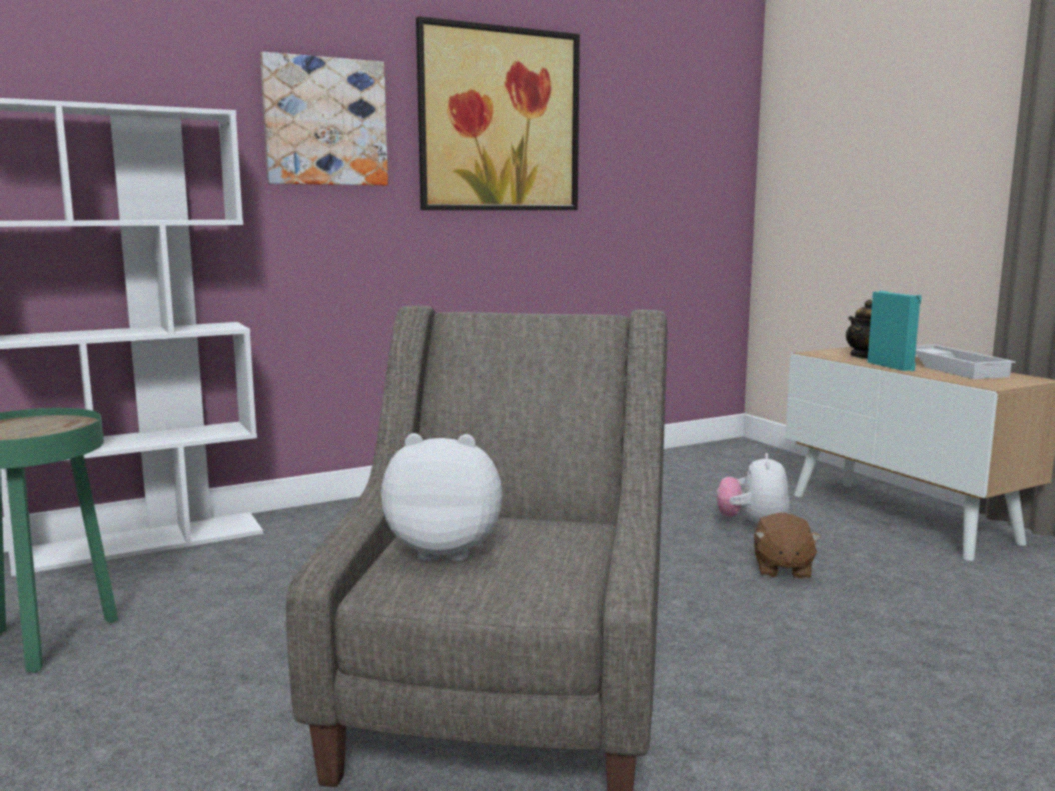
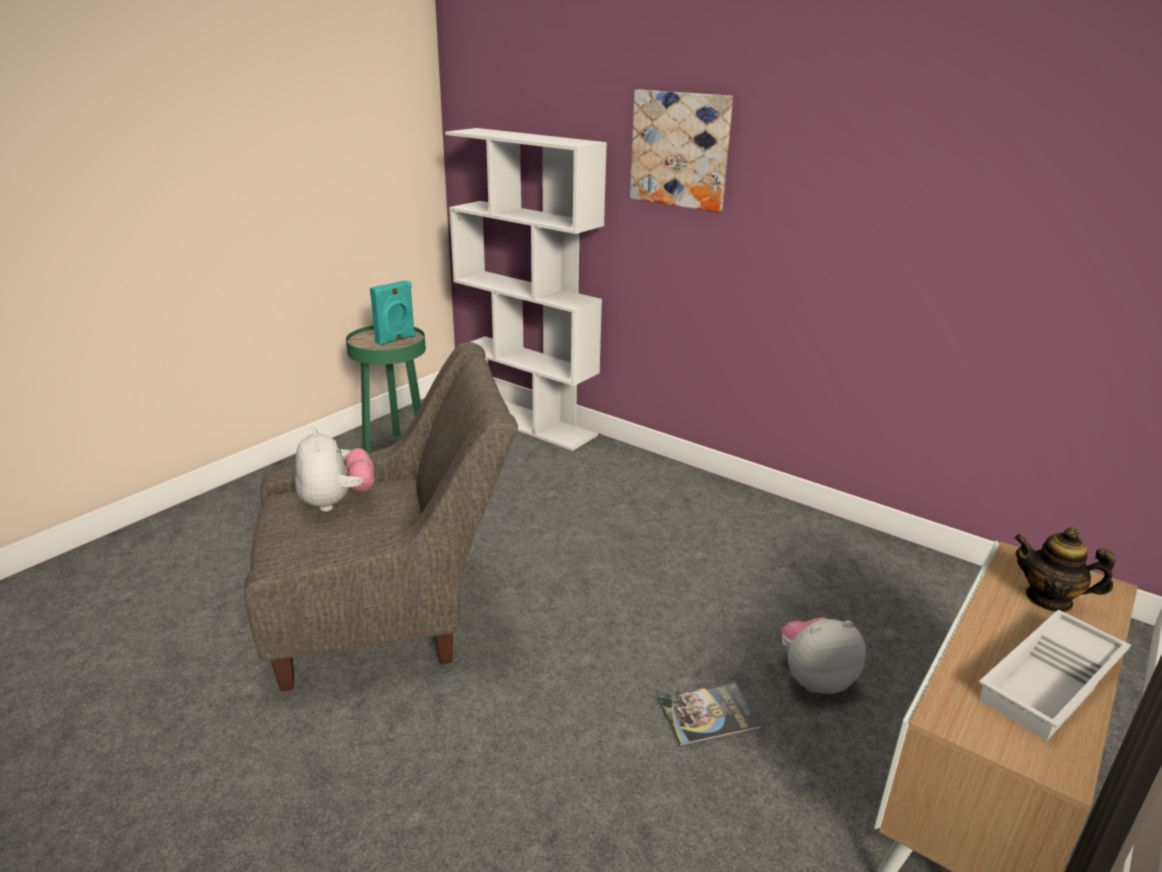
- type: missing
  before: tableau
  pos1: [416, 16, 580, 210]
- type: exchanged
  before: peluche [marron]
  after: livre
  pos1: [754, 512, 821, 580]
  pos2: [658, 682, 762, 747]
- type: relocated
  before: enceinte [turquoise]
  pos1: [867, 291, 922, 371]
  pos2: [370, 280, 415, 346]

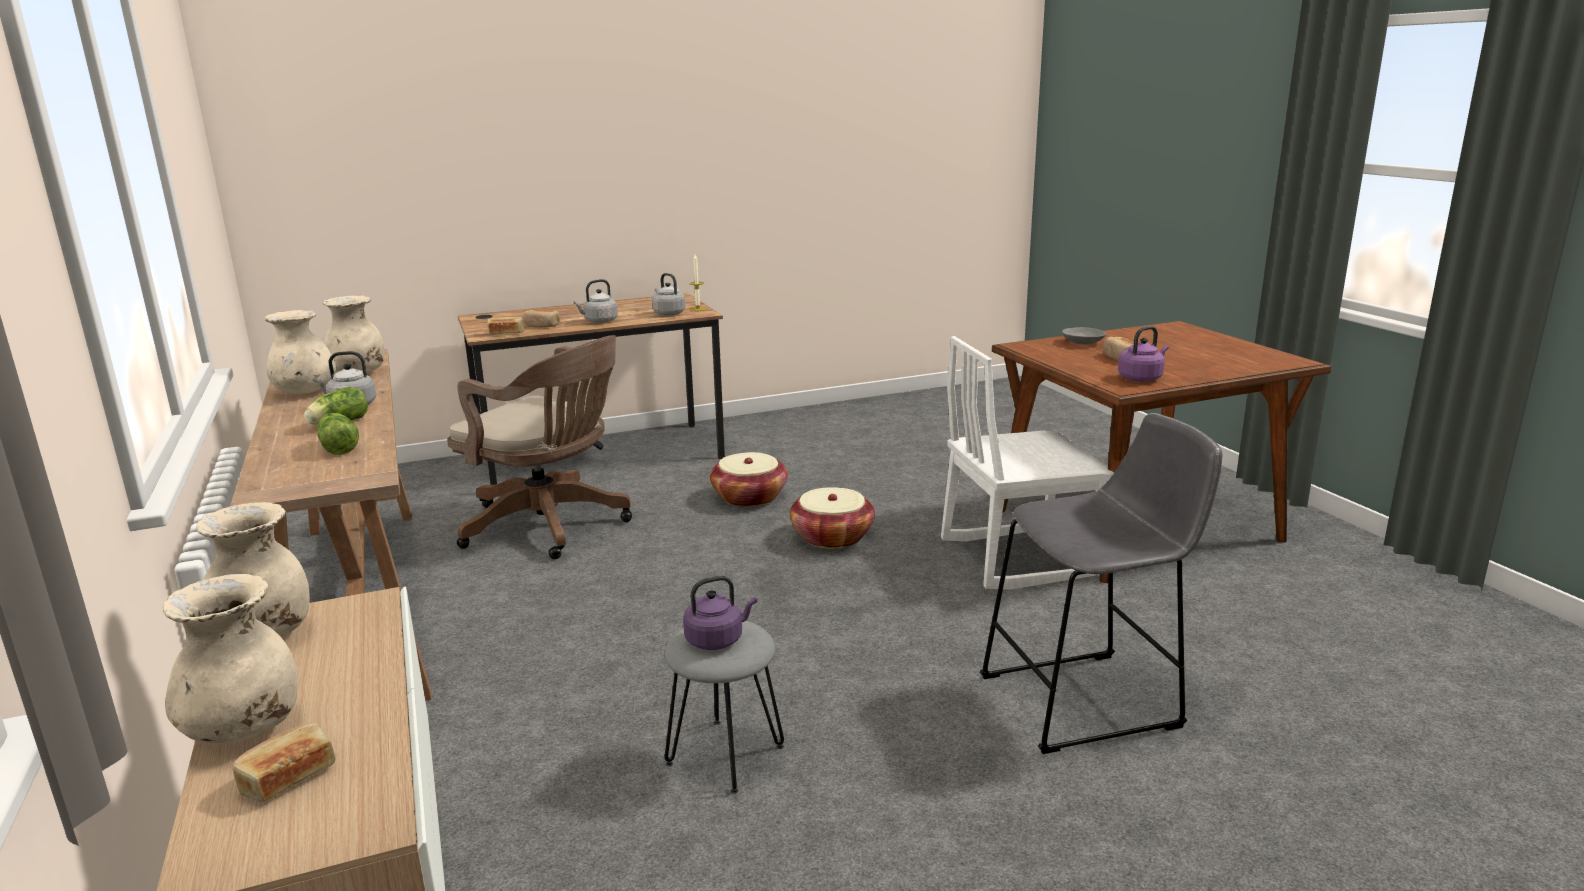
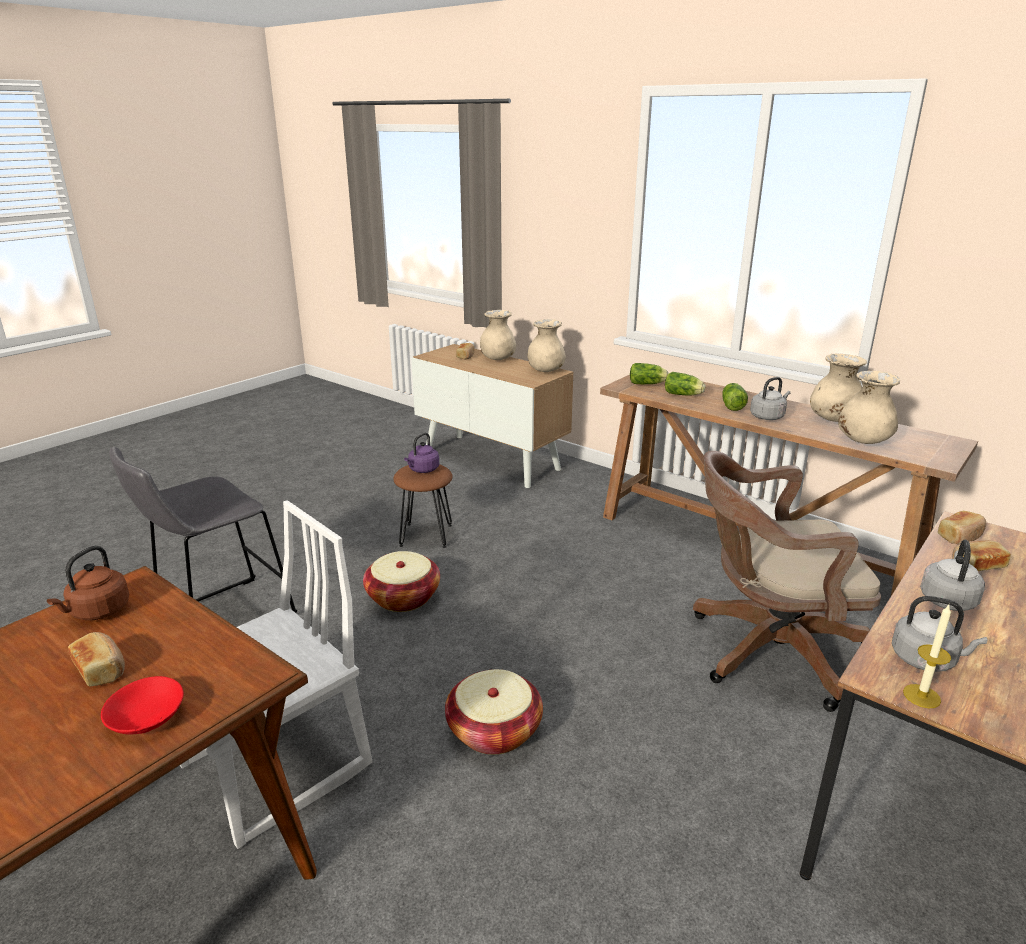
- type: colour
  before: tabouret [gris]
  after: tabouret [marron]
  pos1: [664, 621, 784, 794]
  pos2: [393, 464, 453, 548]
- type: relocated
  before: panier
  pos1: [710, 452, 788, 507]
  pos2: [363, 551, 440, 612]
- type: colour
  before: bol [gris]
  after: bol [rouge]
  pos1: [1062, 327, 1106, 344]
  pos2: [101, 676, 184, 734]
- type: colour
  before: bouilloire [violet]
  after: bouilloire [marron]
  pos1: [1118, 326, 1169, 382]
  pos2: [47, 546, 129, 620]
- type: appeared
  after: laitue
  pos2: [630, 363, 669, 384]

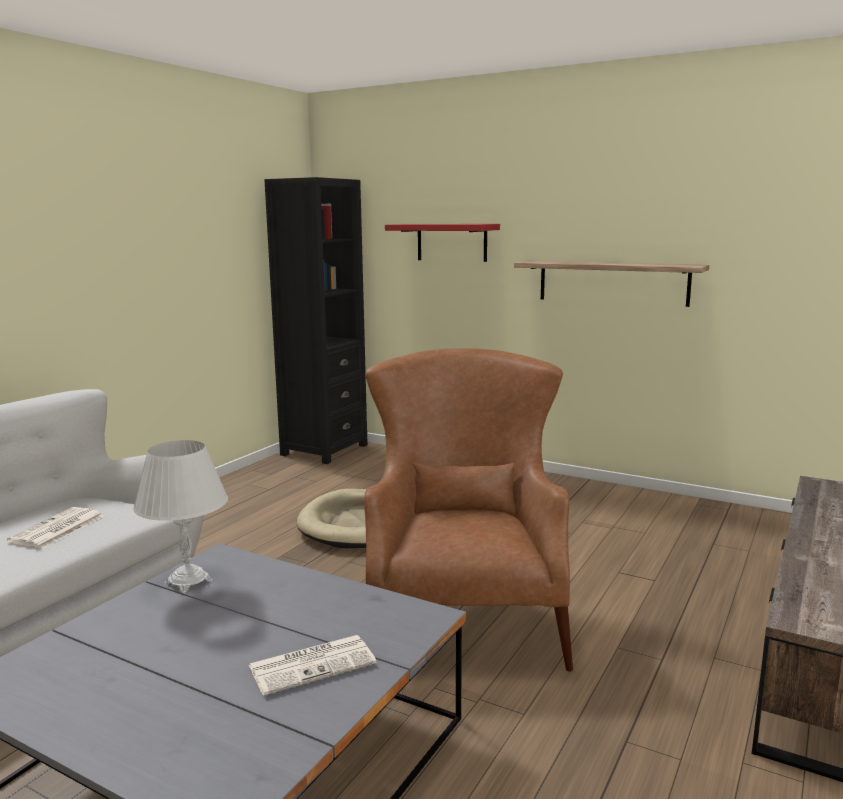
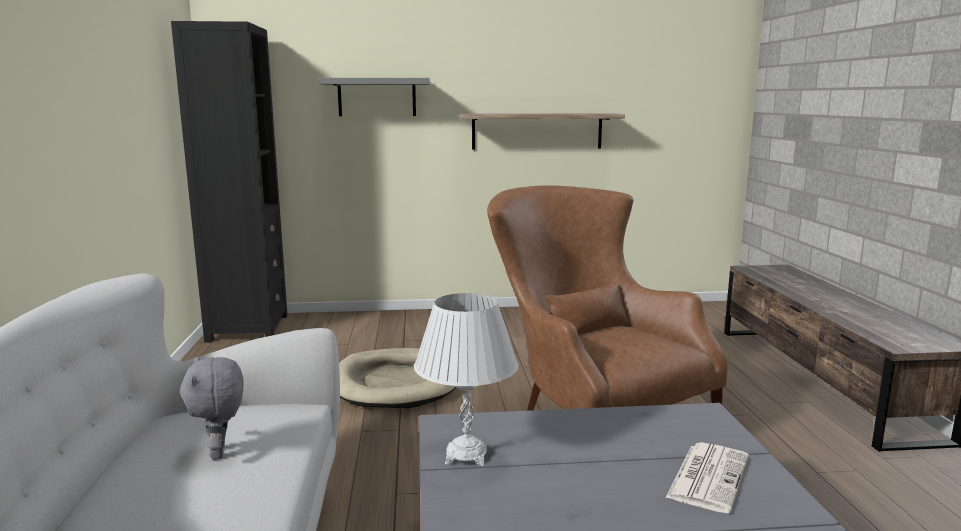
- type: exchanged
  before: journal
  after: peluche [gris]
  pos1: [7, 507, 104, 549]
  pos2: [180, 357, 244, 460]
- type: colour
  before: étagère [rouge]
  after: étagère [gris]
  pos1: [385, 224, 500, 262]
  pos2: [317, 78, 430, 116]

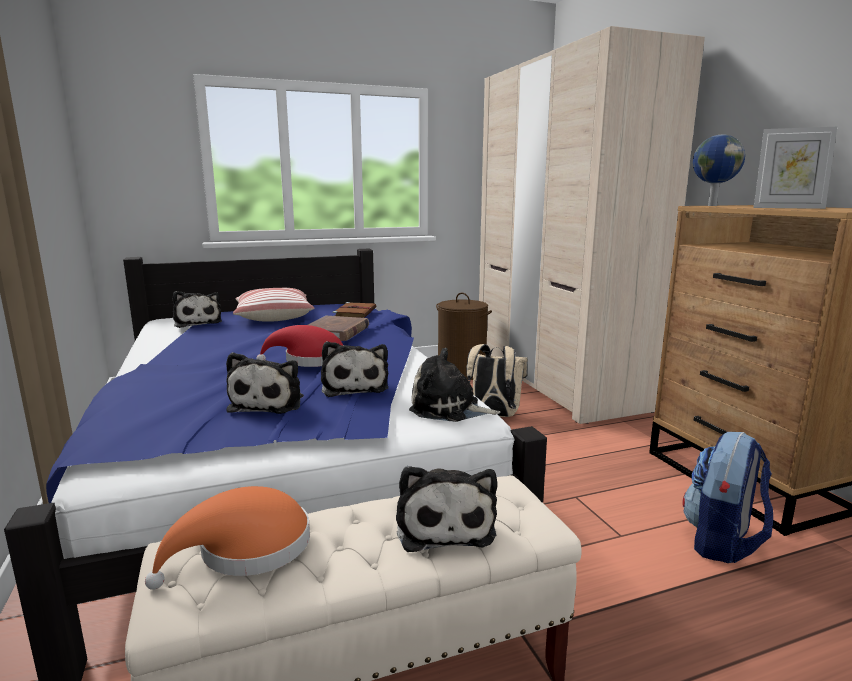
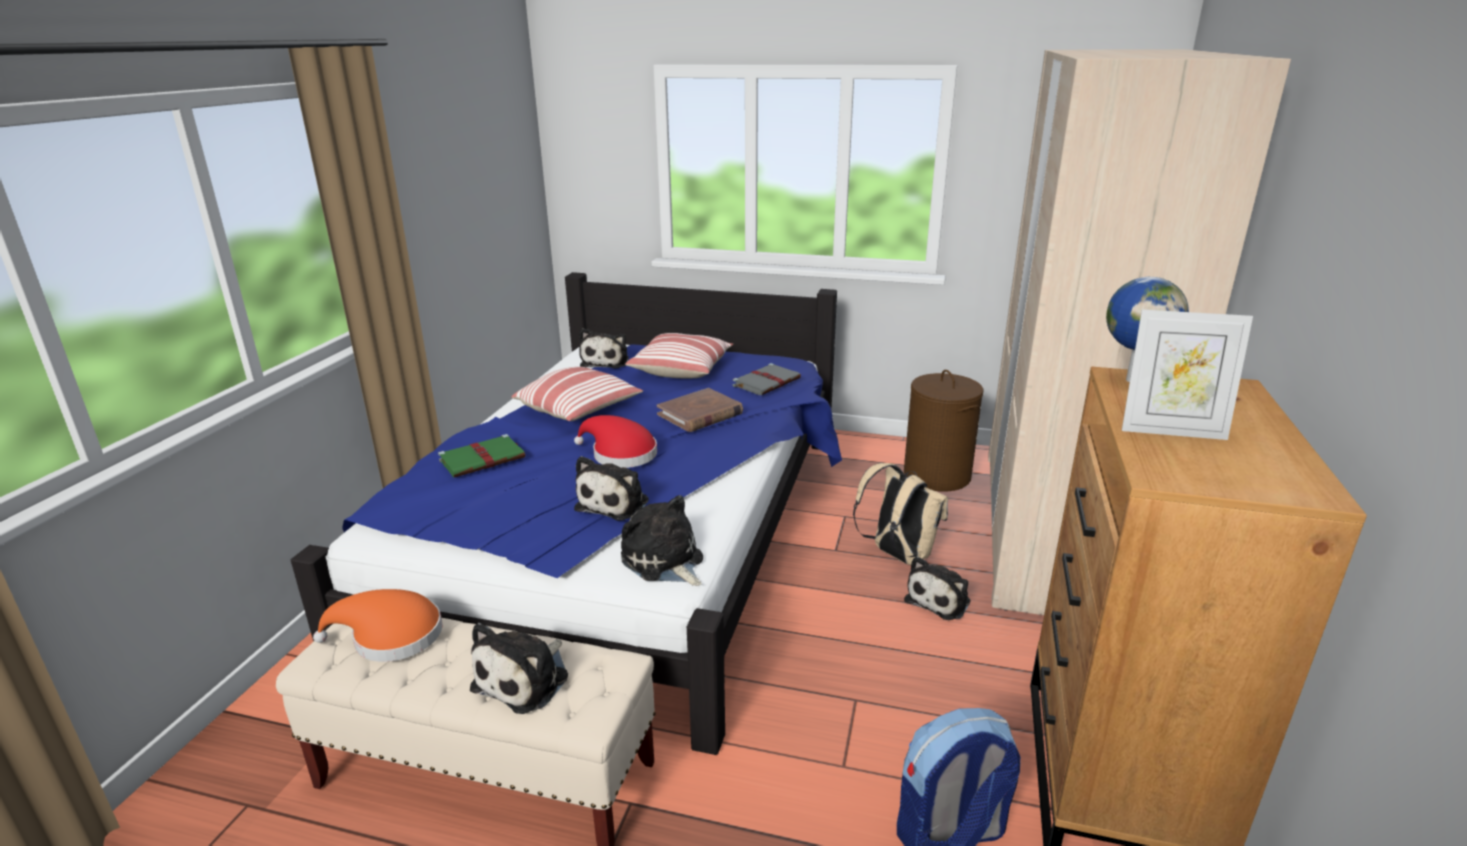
- type: relocated
  before: peluche
  pos1: [226, 352, 304, 414]
  pos2: [904, 556, 970, 620]
- type: colour
  before: livre [marron]
  after: livre [gris]
  pos1: [333, 302, 376, 318]
  pos2: [733, 363, 801, 395]
- type: spun
  before: cadre photo
  pos1: [754, 127, 837, 209]
  pos2: [1122, 310, 1253, 440]
  turn: -45
- type: appeared
  after: livre [vert]
  pos2: [438, 434, 525, 477]
- type: appeared
  after: coussin
  pos2: [511, 367, 643, 421]

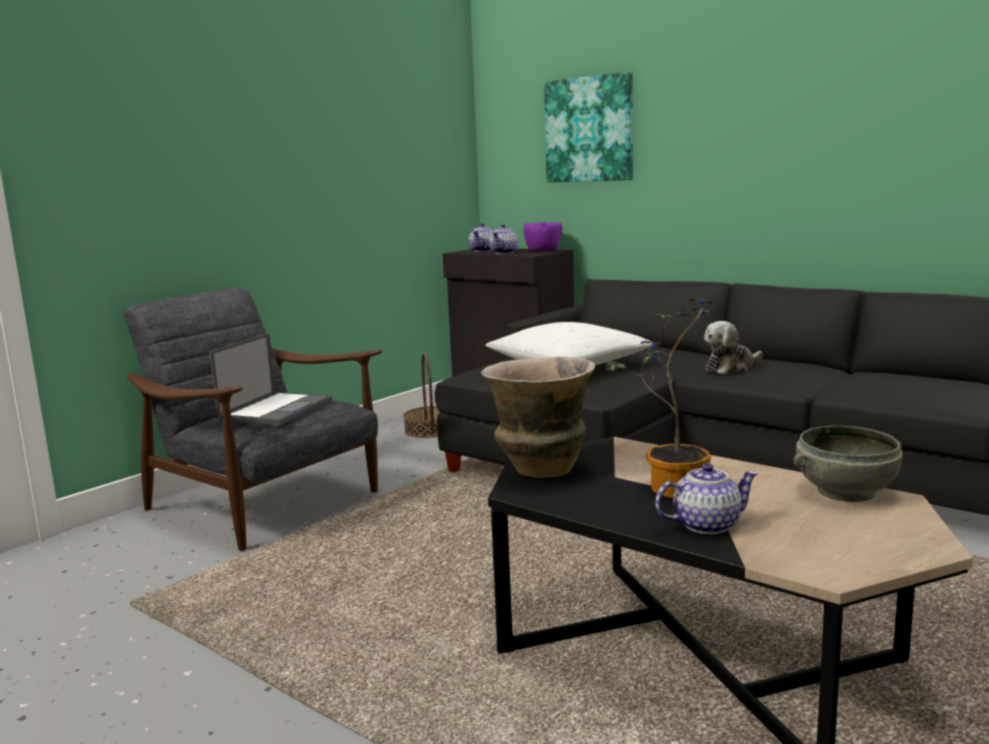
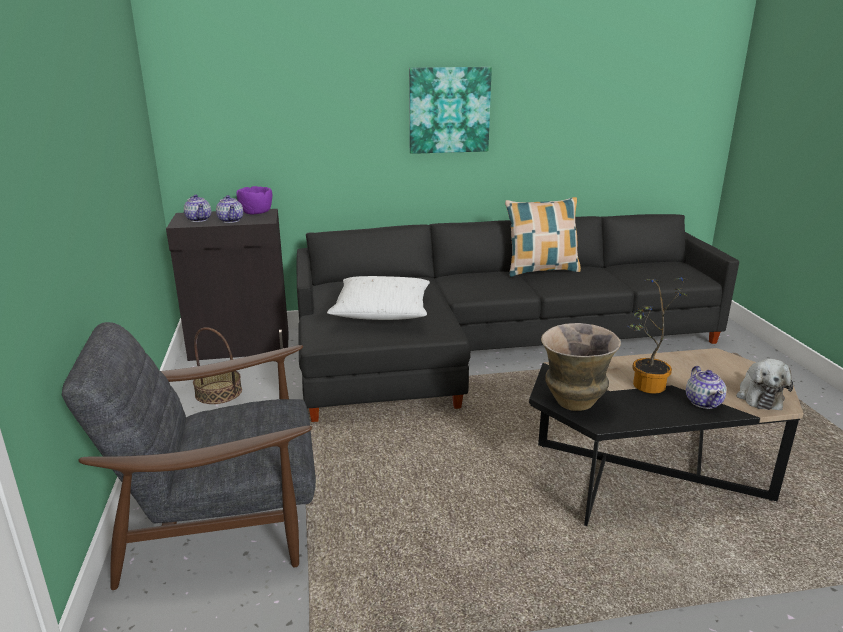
- type: missing
  before: ordinateur portable
  pos1: [209, 333, 332, 426]
- type: relocated
  before: tableau
  pos1: [544, 72, 633, 182]
  pos2: [409, 67, 492, 154]
- type: spun
  before: théière
  pos1: [656, 463, 758, 534]
  pos2: [686, 366, 726, 409]
  turn: 150
- type: relocated
  before: peluche
  pos1: [704, 321, 763, 374]
  pos2: [736, 359, 793, 410]
- type: missing
  before: bol [gris]
  pos1: [793, 426, 903, 502]
- type: appeared
  after: coussin
  pos2: [505, 197, 581, 277]

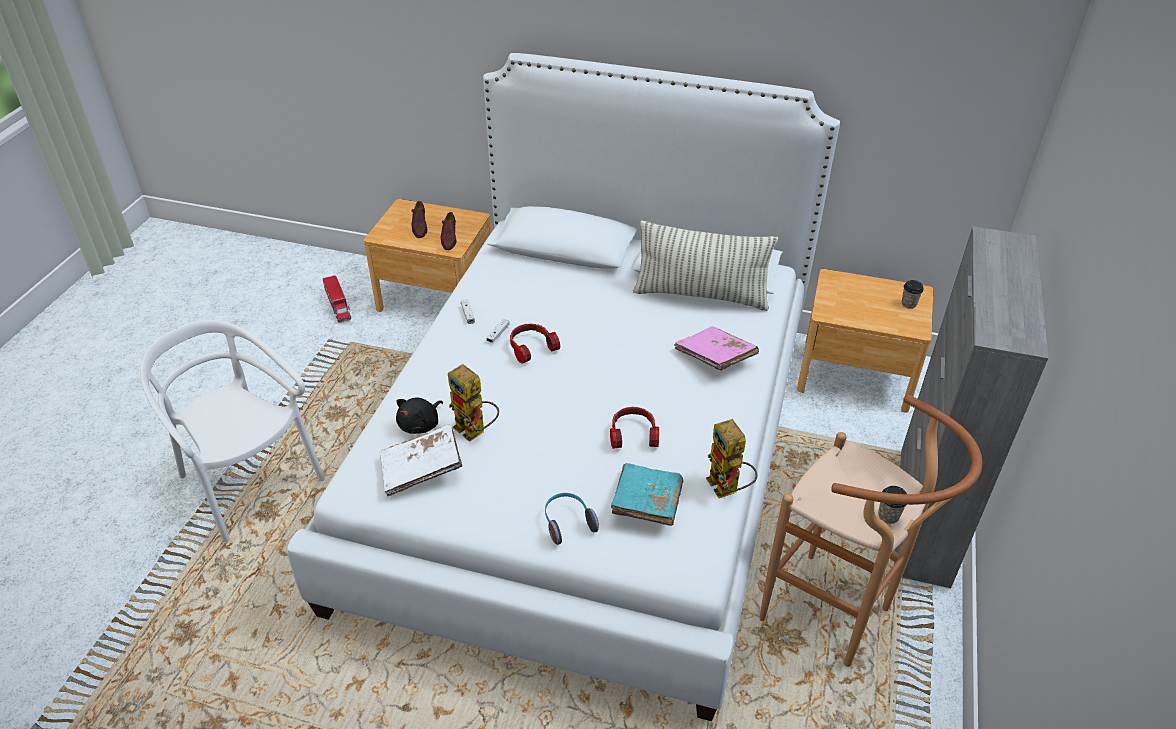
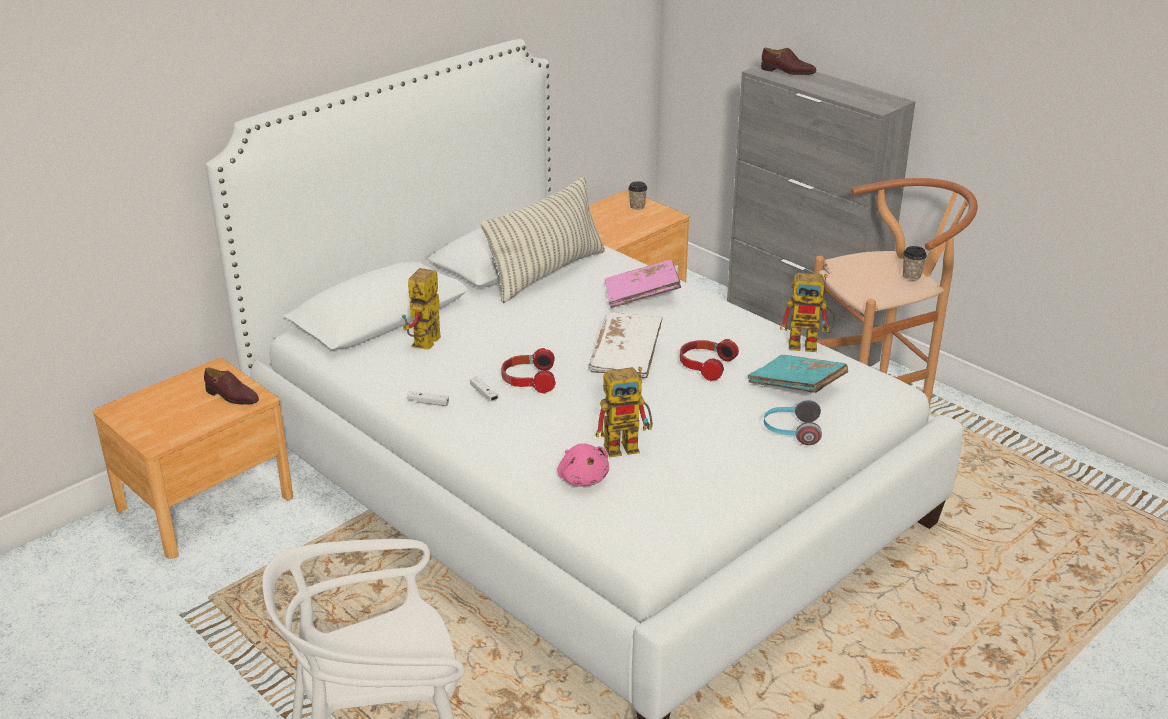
- type: missing
  before: camion jouet
  pos1: [323, 275, 351, 323]
- type: relocated
  before: livre [blanc]
  pos1: [380, 424, 462, 496]
  pos2: [588, 312, 662, 378]
- type: colour
  before: peluche [noir]
  after: peluche [rose]
  pos1: [396, 397, 443, 434]
  pos2: [557, 443, 609, 487]
- type: relocated
  before: chaussure [marron]
  pos1: [411, 201, 427, 238]
  pos2: [761, 47, 816, 75]
- type: appeared
  after: robot jouet
  pos2: [402, 268, 441, 350]

